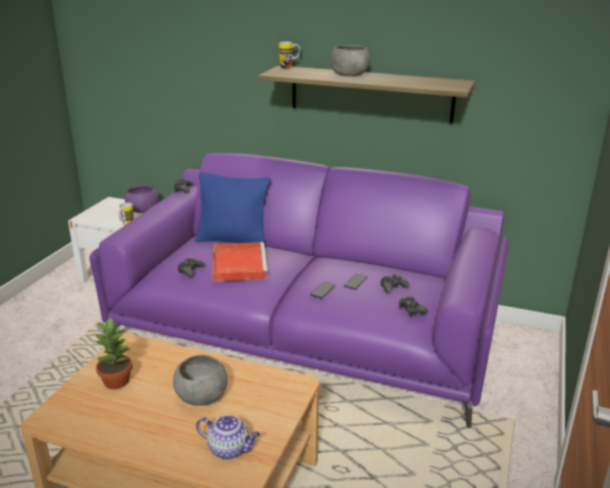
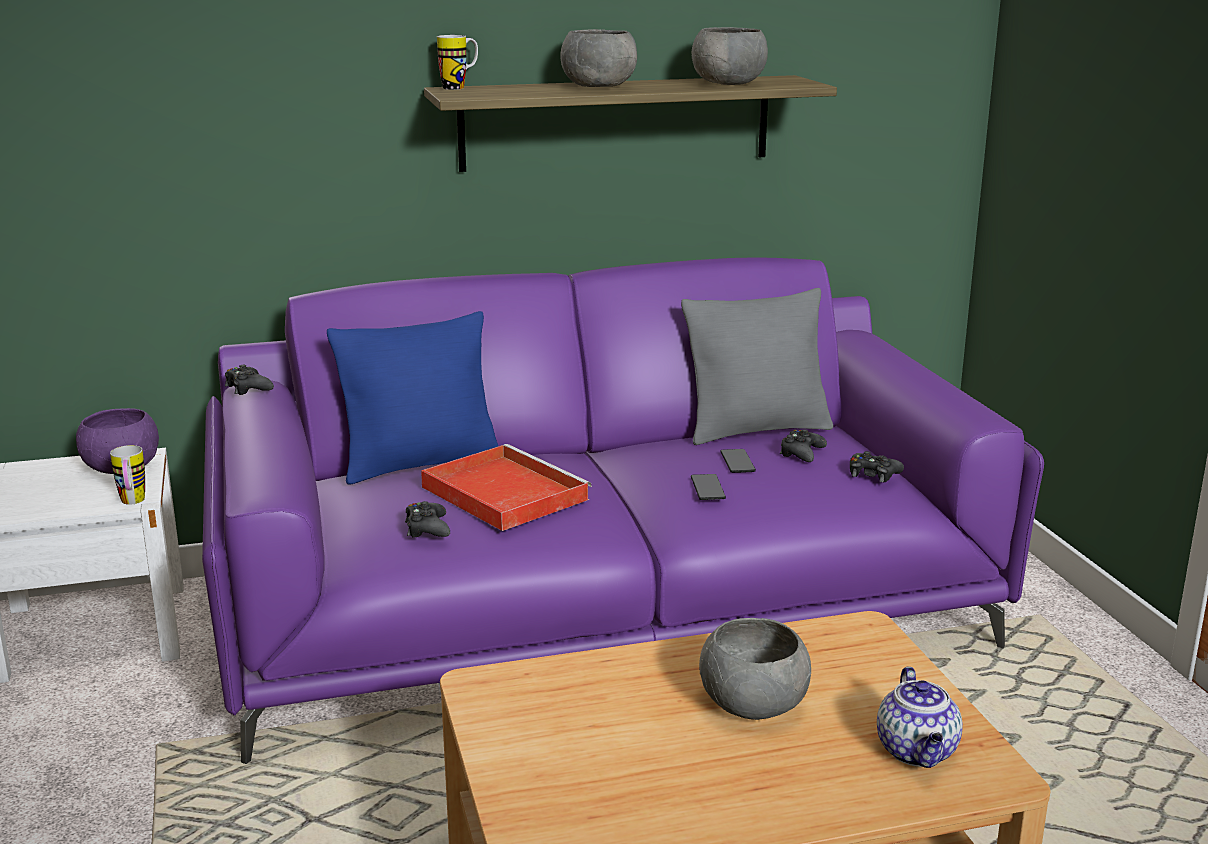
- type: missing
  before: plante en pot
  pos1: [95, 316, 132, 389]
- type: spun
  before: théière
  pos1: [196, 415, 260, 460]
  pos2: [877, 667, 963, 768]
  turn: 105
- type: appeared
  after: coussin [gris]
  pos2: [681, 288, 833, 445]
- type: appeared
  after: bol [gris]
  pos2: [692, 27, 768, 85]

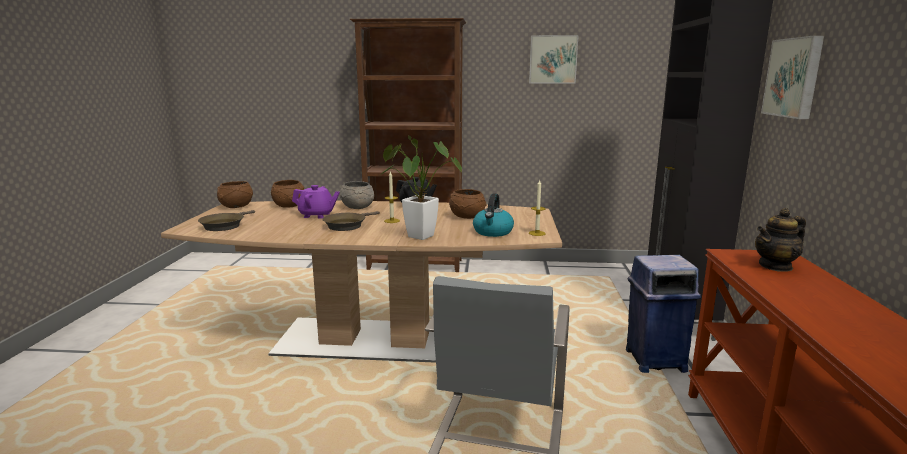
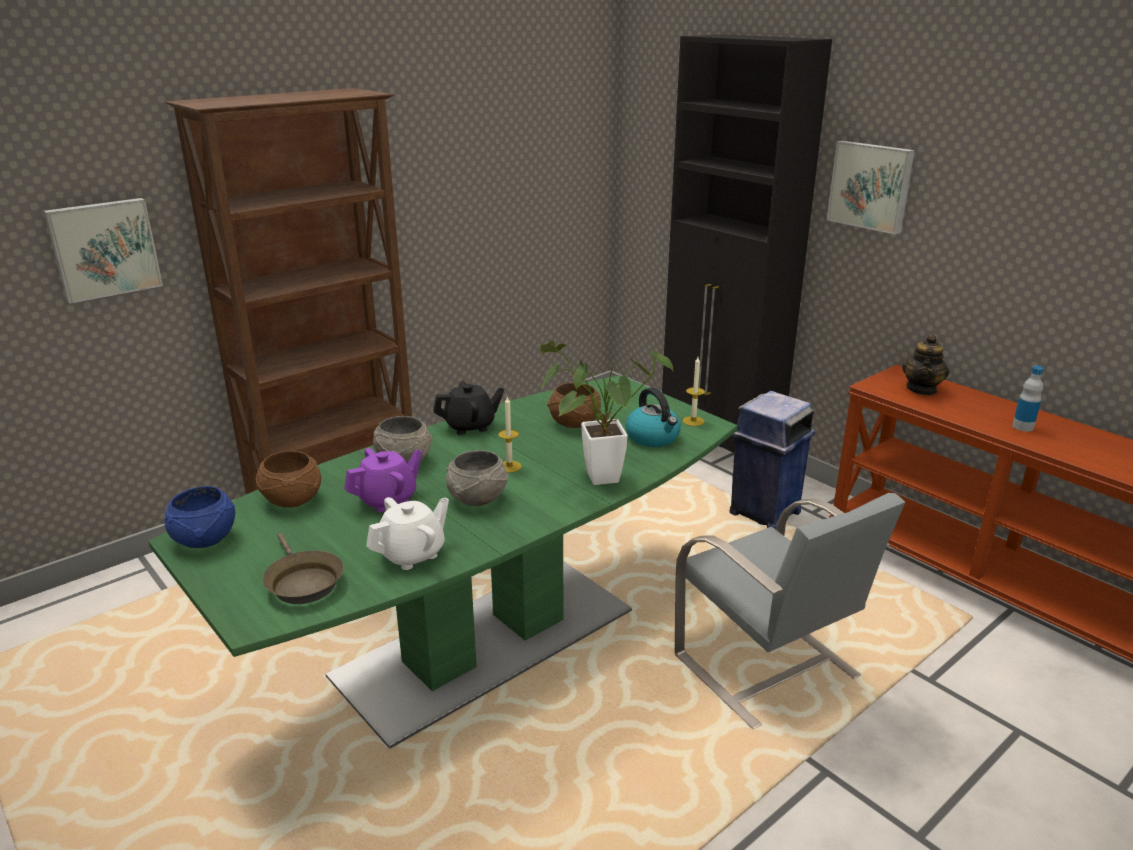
- type: colour
  before: table à manger [marron]
  after: table à manger [vert]
  pos1: [161, 201, 562, 363]
  pos2: [149, 375, 737, 749]
- type: colour
  before: bol [marron]
  after: bol [bleu]
  pos1: [217, 181, 253, 208]
  pos2: [164, 486, 235, 548]
- type: exchanged
  before: poêle [marron]
  after: bol [gris]
  pos1: [322, 211, 380, 231]
  pos2: [446, 450, 508, 506]
- type: relocated
  before: tableau
  pos1: [529, 35, 579, 84]
  pos2: [43, 198, 163, 304]
- type: appeared
  after: théière [blanc]
  pos2: [366, 497, 449, 570]
- type: appeared
  after: bouteille
  pos2: [1012, 366, 1044, 432]

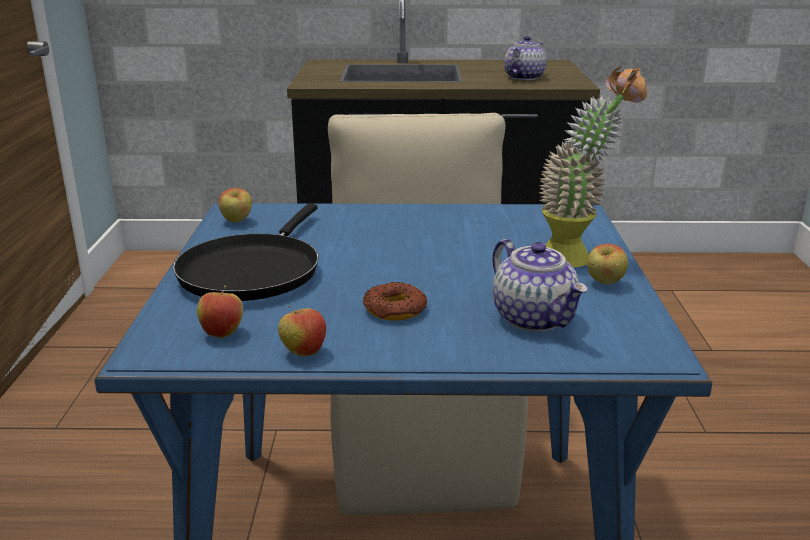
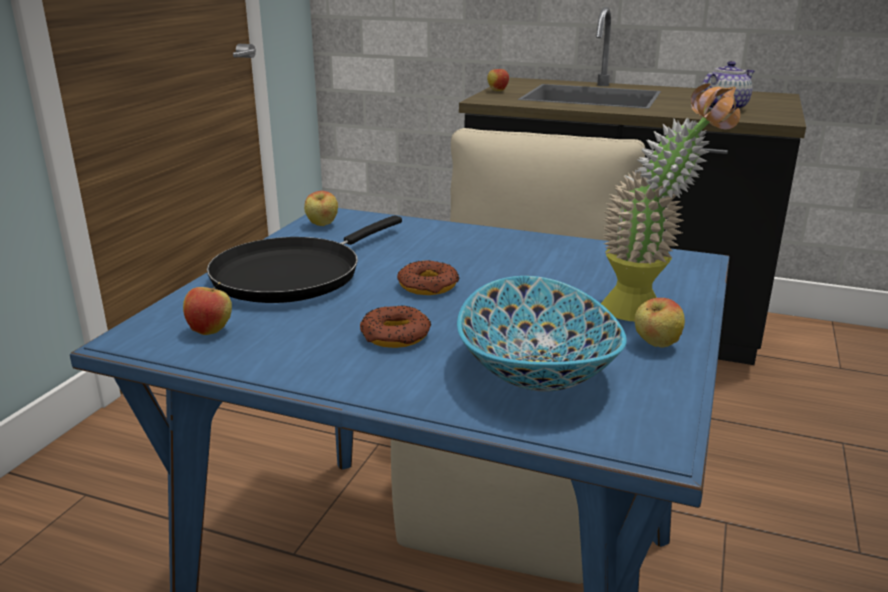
- type: relocated
  before: pomme
  pos1: [278, 305, 326, 357]
  pos2: [487, 68, 509, 91]
- type: exchanged
  before: théière
  after: bol
  pos1: [492, 239, 588, 332]
  pos2: [457, 276, 627, 392]
- type: appeared
  after: beignet
  pos2: [397, 260, 460, 295]

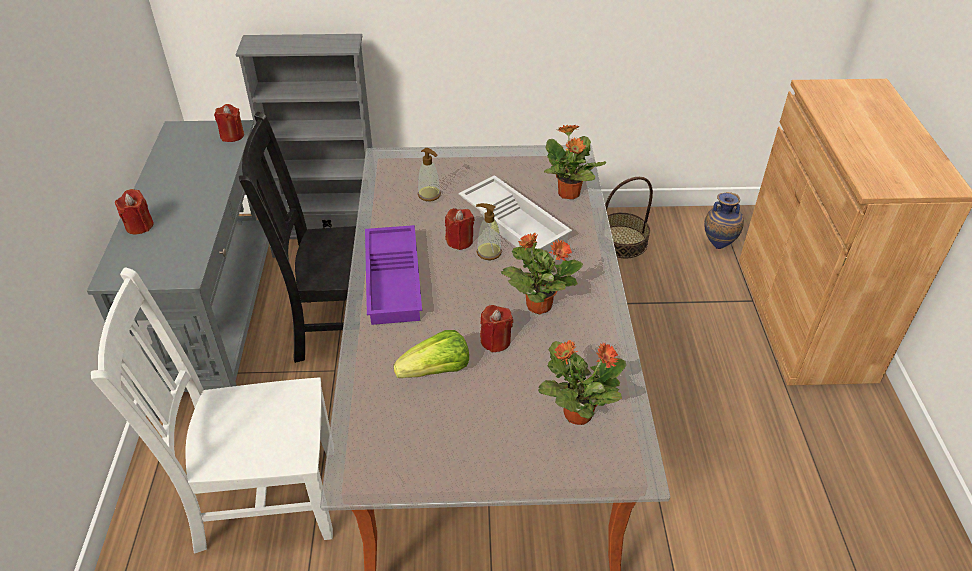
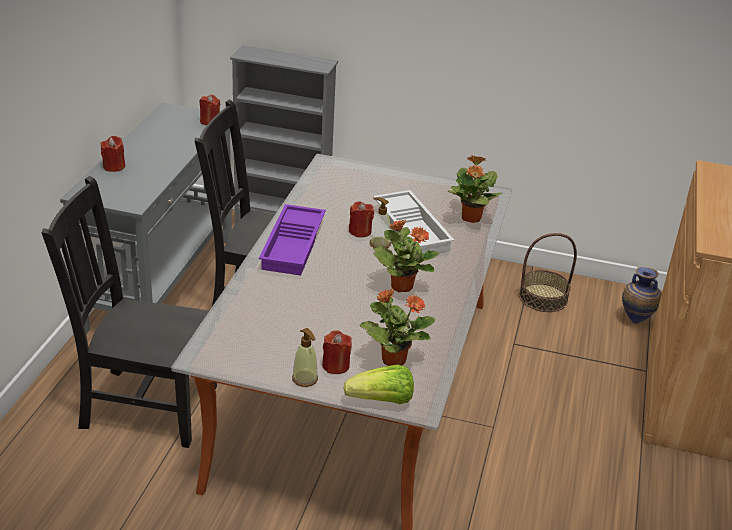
- type: colour
  before: chaise [blanc]
  after: chaise [noir]
  pos1: [91, 267, 333, 554]
  pos2: [42, 176, 217, 448]
- type: relocated
  before: laitue
  pos1: [394, 330, 469, 378]
  pos2: [344, 365, 414, 404]
- type: relocated
  before: distributeur de savon
  pos1: [418, 148, 441, 201]
  pos2: [292, 328, 318, 387]
- type: relocated
  before: bougie [rouge]
  pos1: [480, 305, 513, 352]
  pos2: [322, 330, 352, 374]

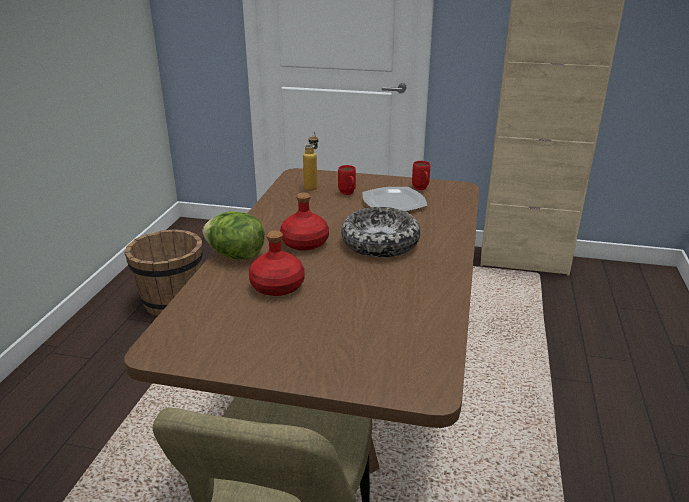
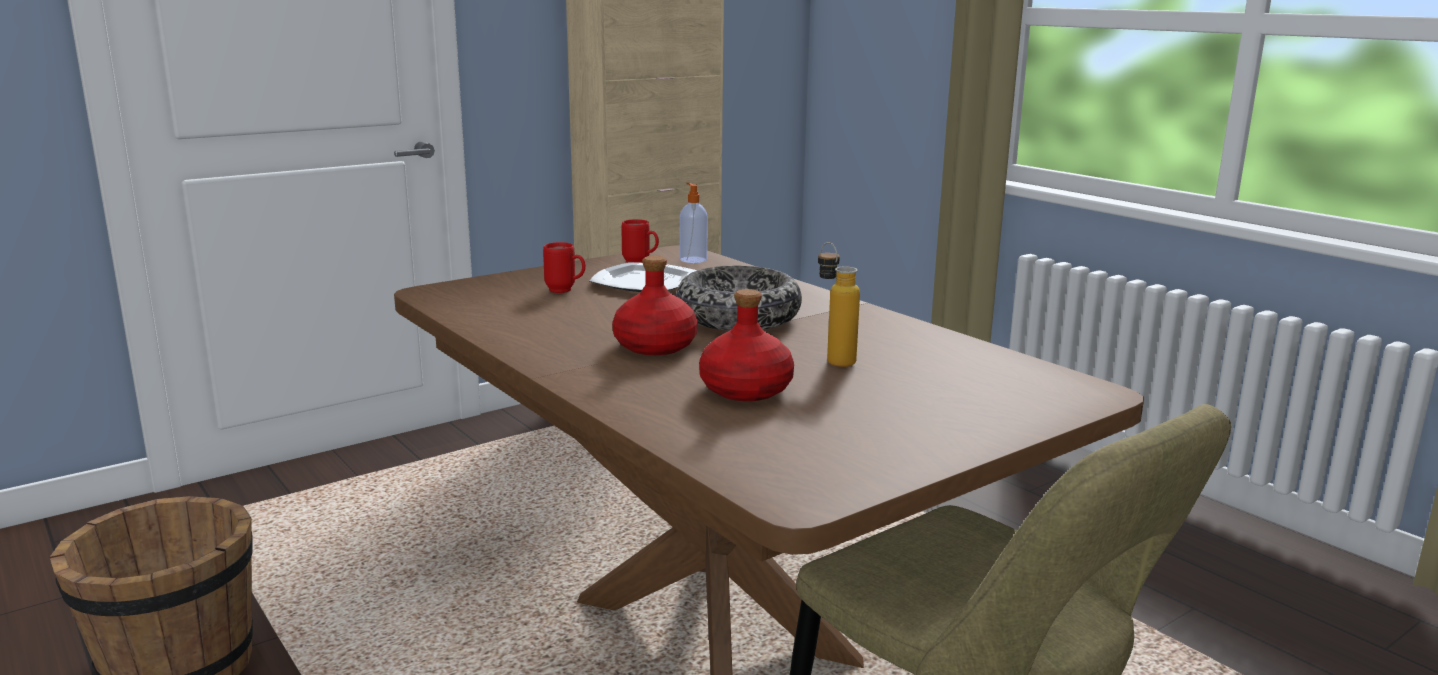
- type: missing
  before: laitue
  pos1: [203, 211, 265, 259]
- type: relocated
  before: bouteille
  pos1: [303, 132, 318, 191]
  pos2: [818, 242, 860, 367]
- type: appeared
  after: distributeur de savon
  pos2: [680, 183, 708, 263]

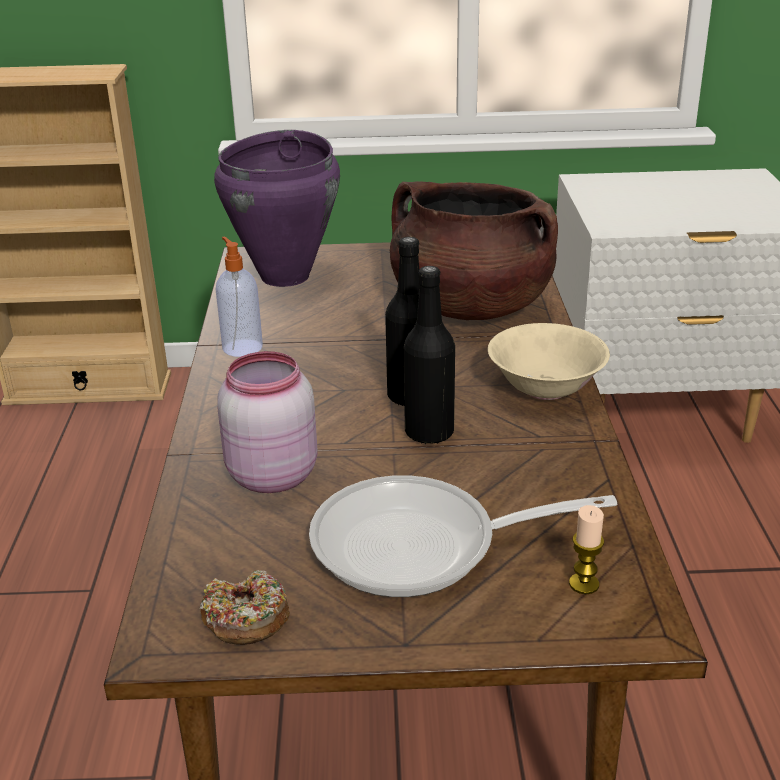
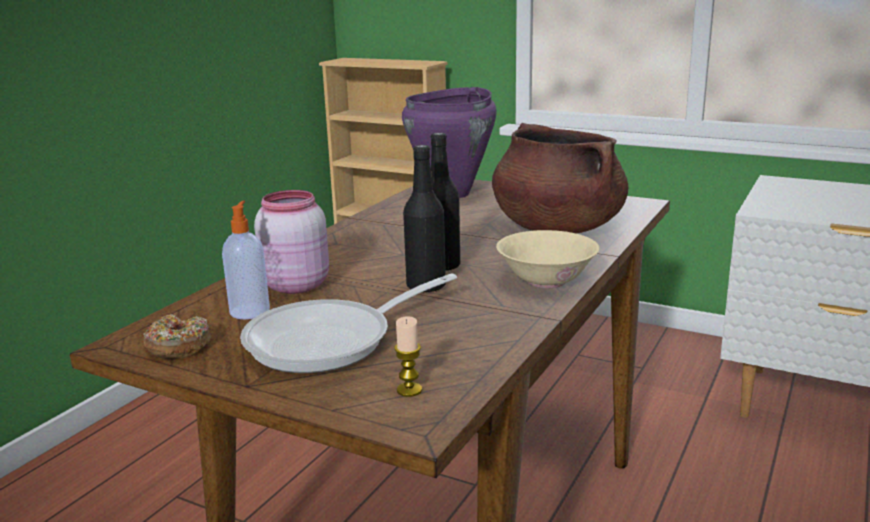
- type: relocated
  before: distributeur de savon
  pos1: [215, 237, 263, 357]
  pos2: [222, 201, 270, 319]
- type: spun
  before: poêle
  pos1: [309, 475, 617, 597]
  pos2: [240, 273, 457, 373]
  turn: -60

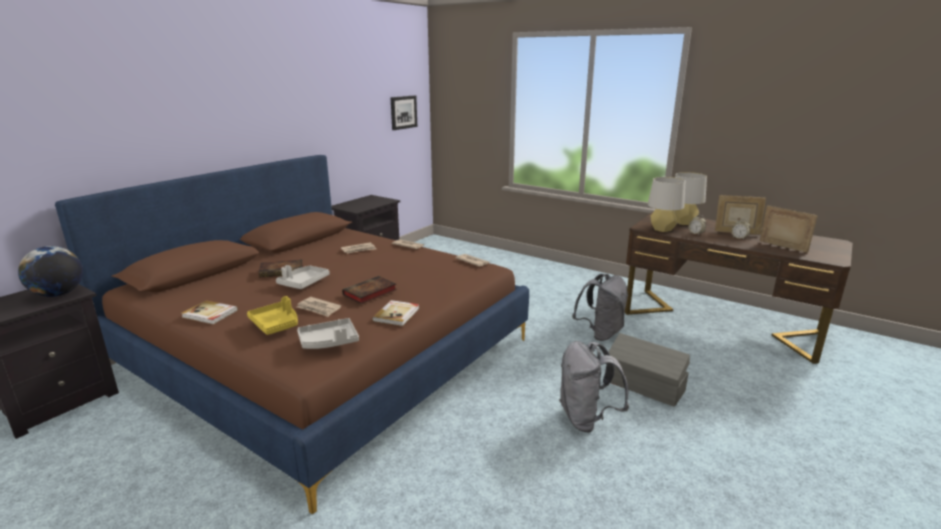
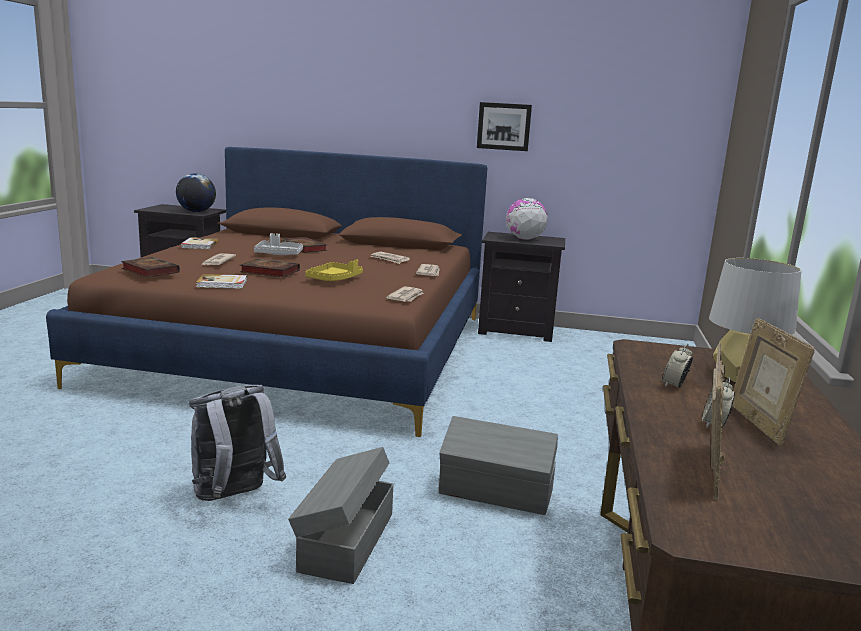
- type: relocated
  before: plateau [jaune]
  pos1: [247, 296, 298, 335]
  pos2: [305, 259, 363, 281]
- type: exchanged
  before: plateau [gris]
  after: livre
  pos1: [297, 318, 359, 349]
  pos2: [121, 257, 180, 277]
- type: relocated
  before: tableau
  pos1: [391, 95, 417, 130]
  pos2: [477, 102, 532, 151]
- type: exchanged
  before: sac à dos [gris]
  after: boîte de rangement [gris]
  pos1: [572, 274, 628, 341]
  pos2: [439, 416, 558, 515]
- type: missing
  before: lampe de table [gris]
  pos1: [648, 177, 685, 232]
- type: appeared
  after: globe
  pos2: [506, 198, 548, 240]

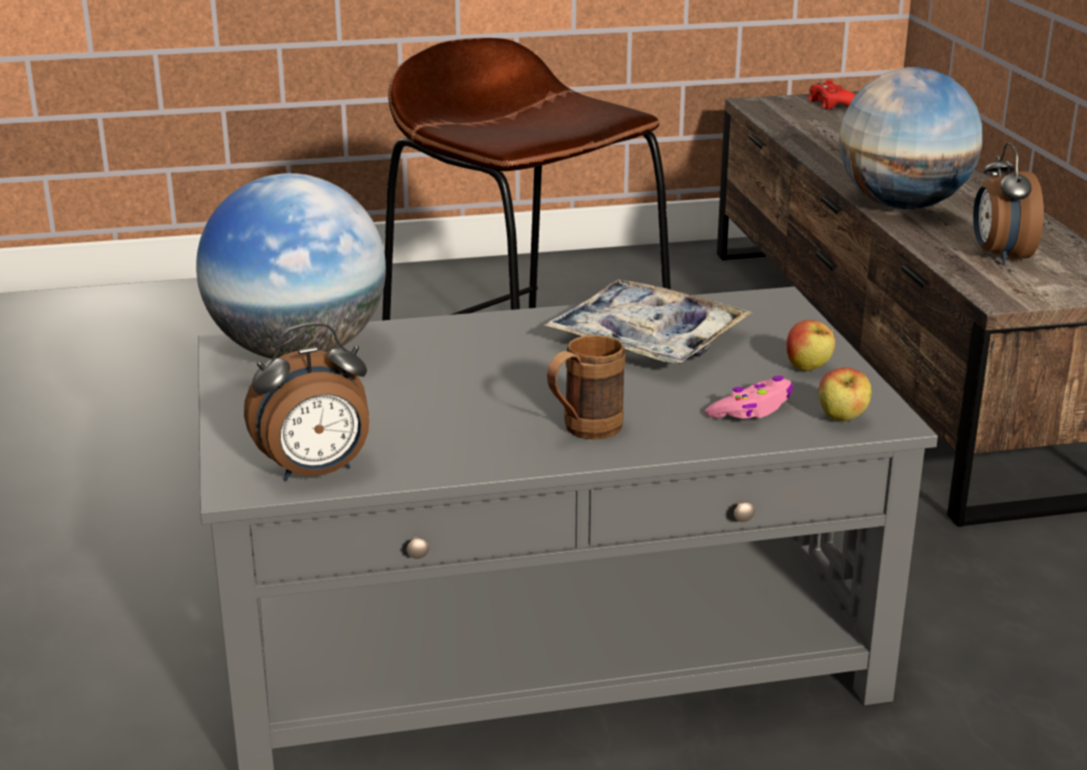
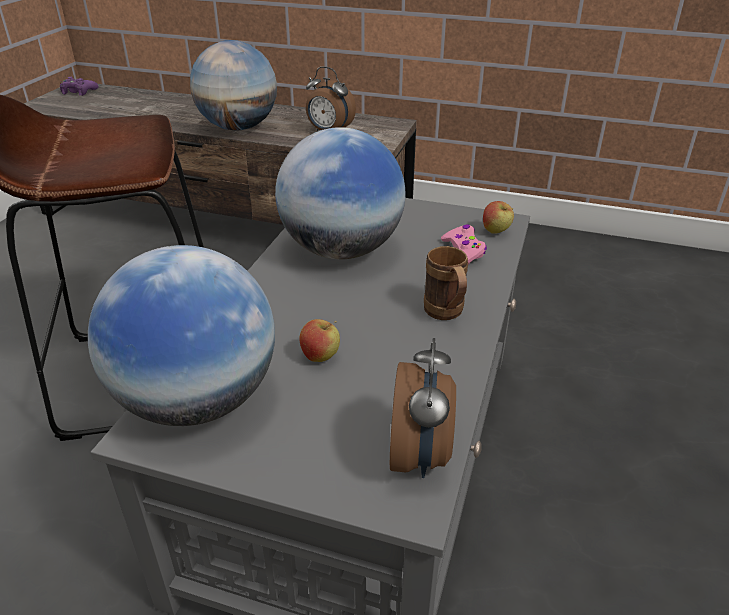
- type: exchanged
  before: plateau
  after: globe
  pos1: [543, 279, 752, 363]
  pos2: [275, 127, 405, 259]
- type: relocated
  before: pomme
  pos1: [787, 320, 835, 371]
  pos2: [299, 319, 340, 362]
- type: colour
  before: manette [rouge]
  after: manette [violet]
  pos1: [808, 80, 855, 109]
  pos2: [60, 77, 99, 96]

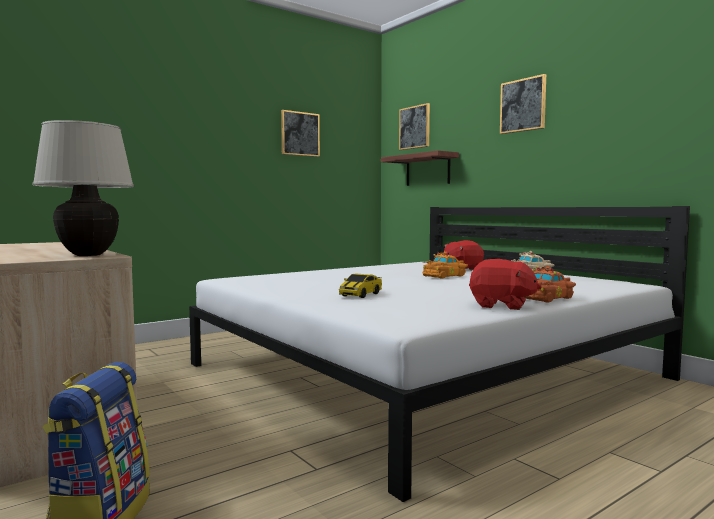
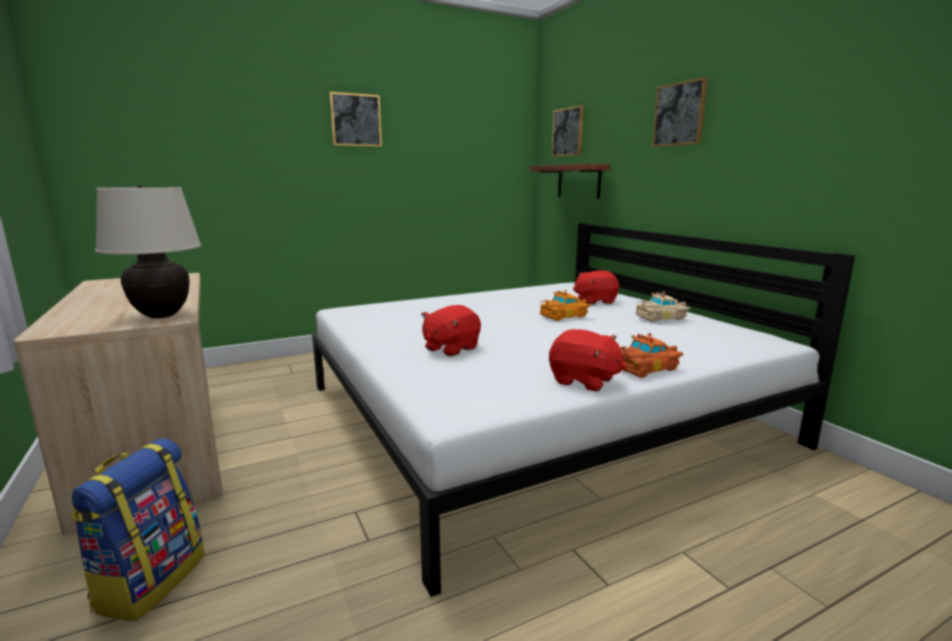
- type: relocated
  before: tableau
  pos1: [281, 110, 320, 157]
  pos2: [330, 92, 382, 147]
- type: exchanged
  before: petite voiture
  after: peluche [rouge]
  pos1: [339, 274, 382, 298]
  pos2: [421, 305, 481, 356]

